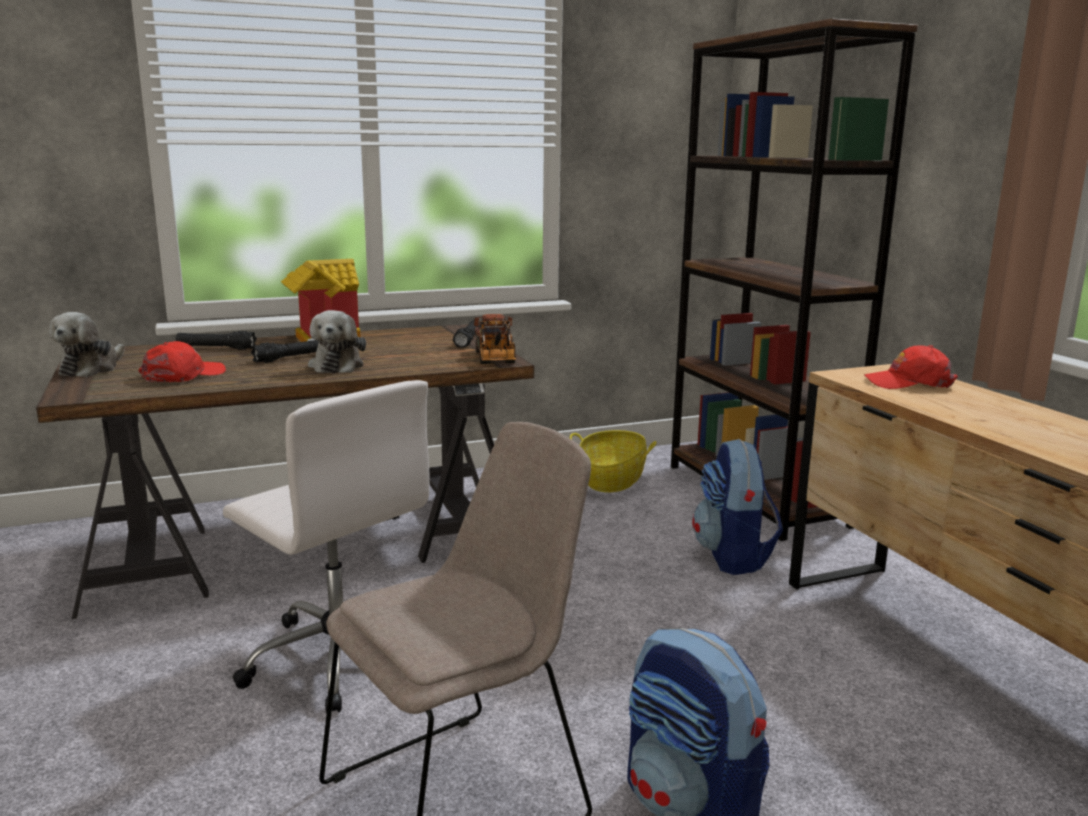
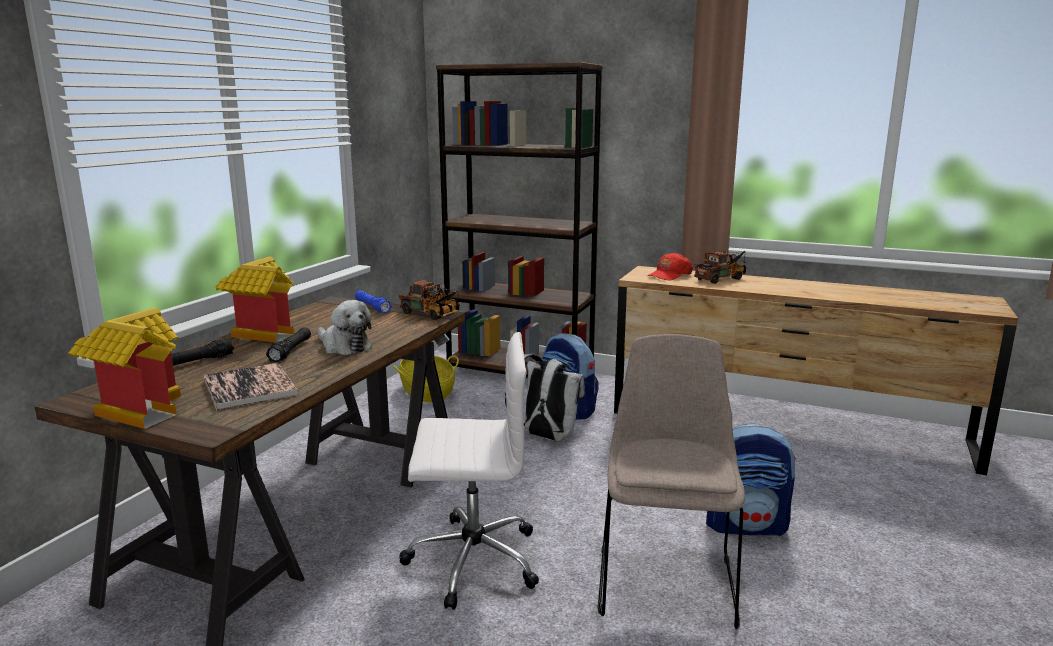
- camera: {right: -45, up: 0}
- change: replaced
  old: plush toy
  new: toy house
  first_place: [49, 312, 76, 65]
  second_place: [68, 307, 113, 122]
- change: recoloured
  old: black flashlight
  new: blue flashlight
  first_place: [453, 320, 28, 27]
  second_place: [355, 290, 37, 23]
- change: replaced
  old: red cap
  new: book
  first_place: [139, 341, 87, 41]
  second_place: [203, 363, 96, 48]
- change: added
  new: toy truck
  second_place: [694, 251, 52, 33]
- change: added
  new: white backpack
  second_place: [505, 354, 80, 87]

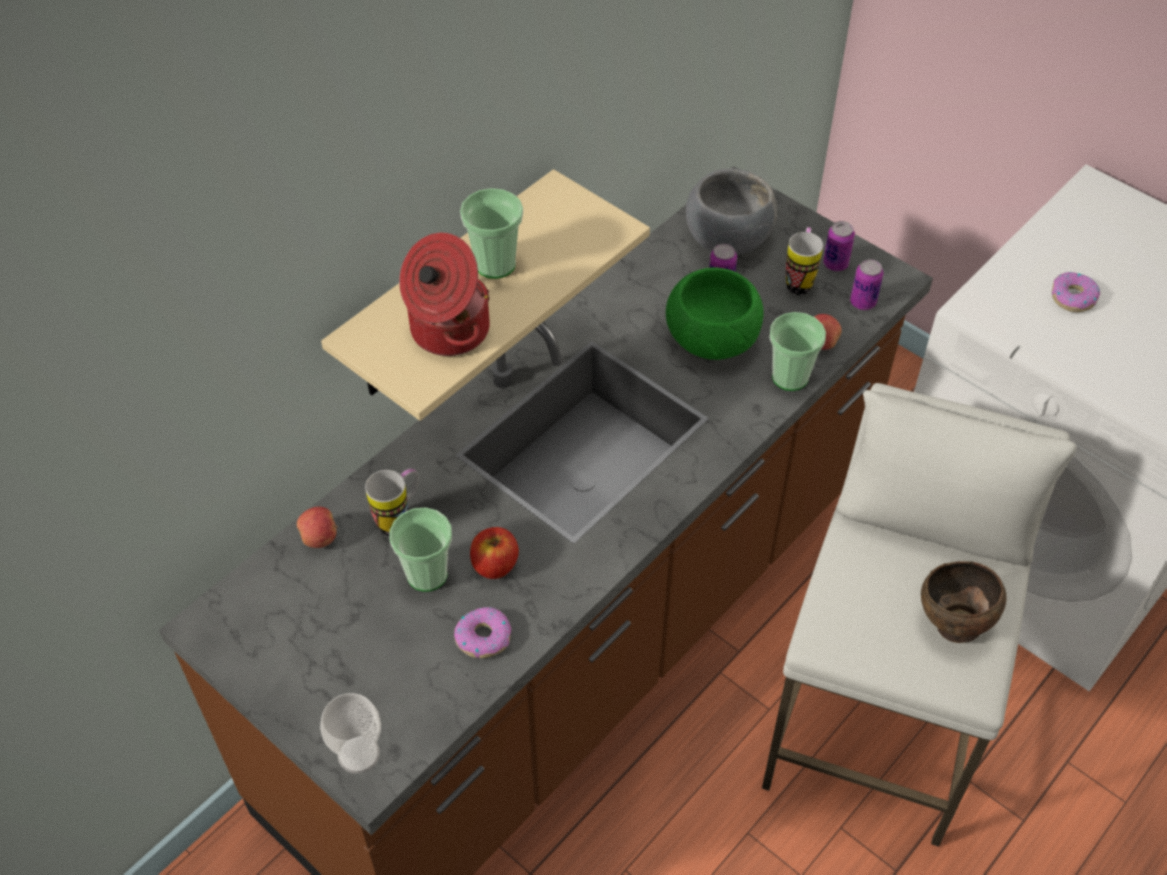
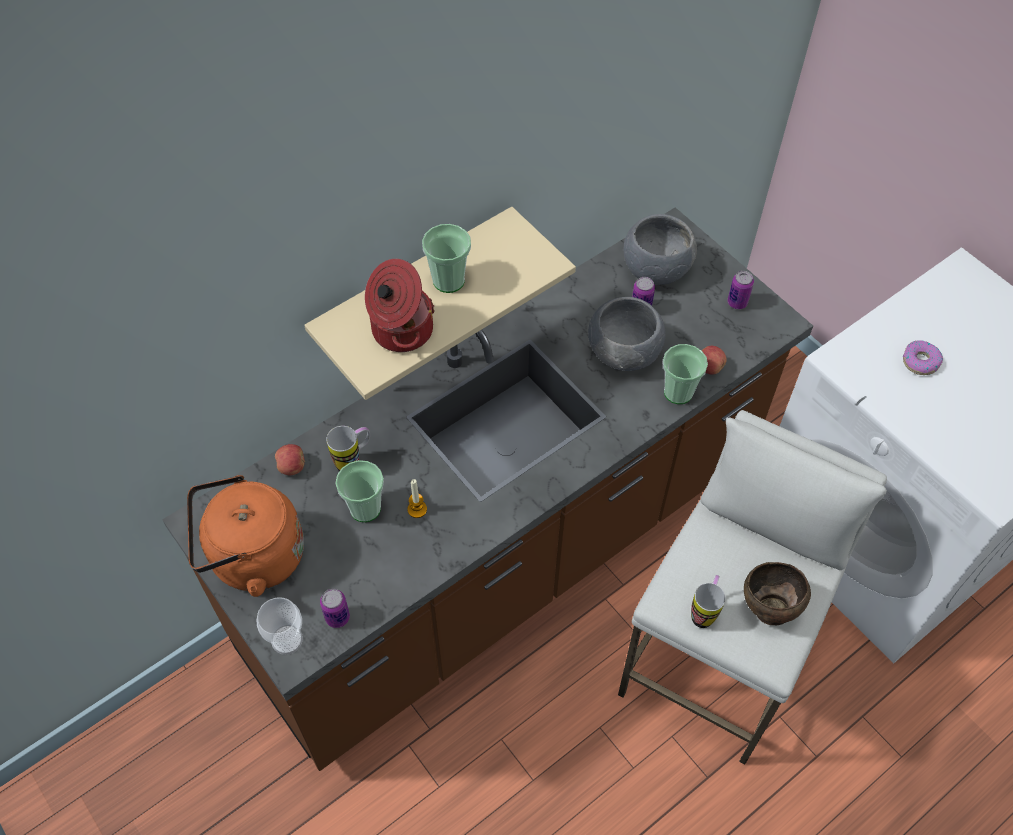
- camera: {right: 10, up: 5}
- change: moved
  old: mug
  first_place: [786, 227, 37, 68]
  second_place: [691, 575, 35, 53]
- change: moved
  old: can
  first_place: [850, 259, 33, 51]
  second_place: [320, 589, 30, 39]
- change: recoloured
  old: green bowl
  new: grey bowl
  first_place: [666, 267, 98, 93]
  second_place: [588, 297, 78, 74]
- change: replaced
  old: apple
  new: candle
  first_place: [470, 527, 49, 52]
  second_place: [407, 479, 20, 39]
- change: removed
  old: donut
  first_place: [454, 607, 57, 51]
- change: added
  new: orange kettle
  second_place: [187, 475, 117, 122]

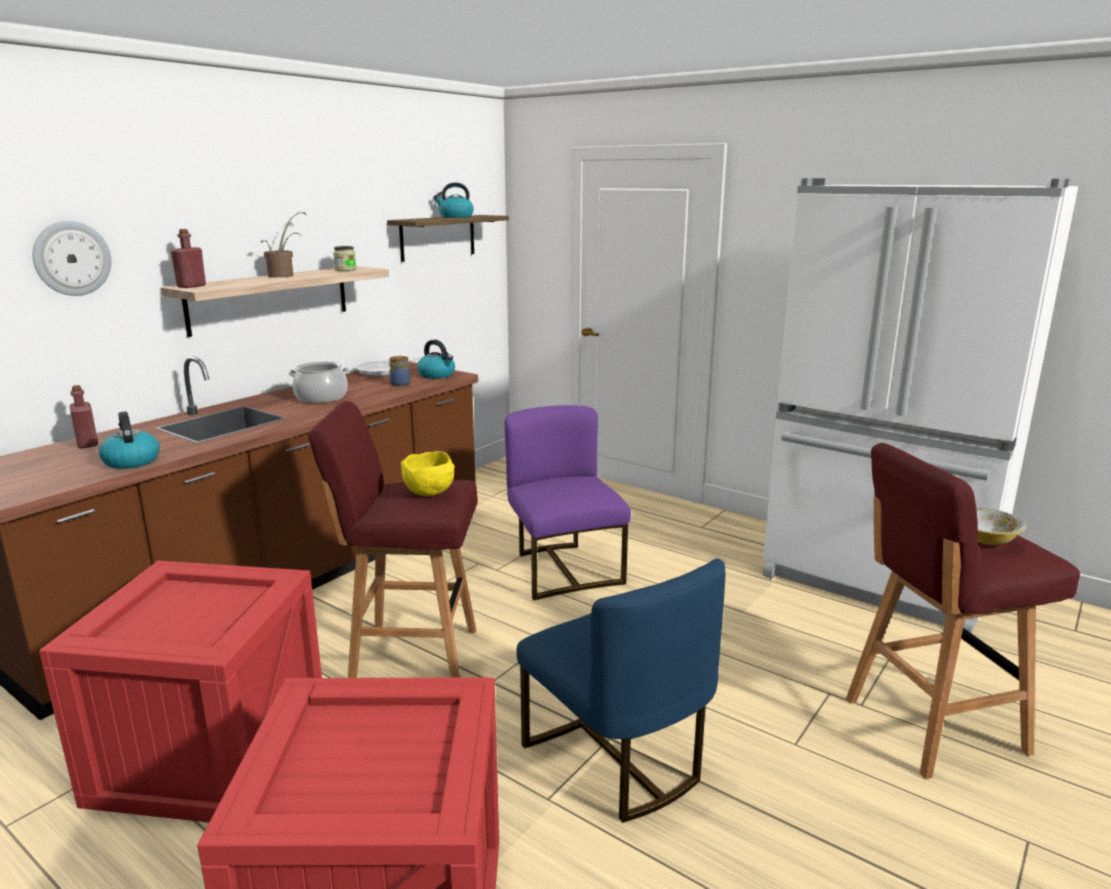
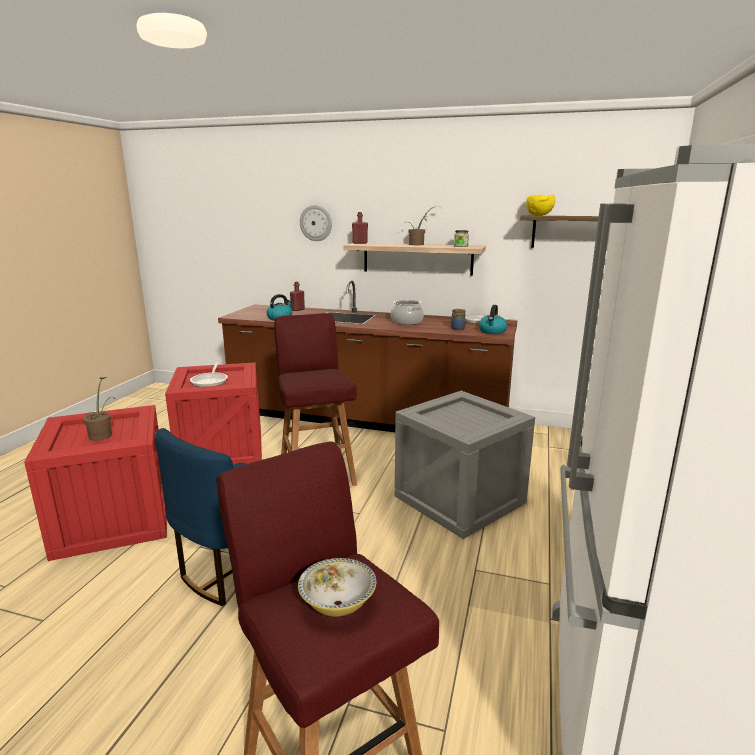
- camera: {right: 70, up: 0}
- change: removed
  old: kettle
  first_place: [433, 183, 41, 35]
- change: replaced
  old: purple chair
  new: crate
  first_place: [505, 405, 126, 196]
  second_place: [395, 391, 140, 148]
- change: moved
  old: yellow bowl
  first_place: [401, 451, 54, 45]
  second_place: [526, 195, 29, 21]
- change: added
  new: frying pan
  second_place: [190, 362, 38, 25]
- change: added
  new: potted plant
  second_place: [84, 377, 32, 64]

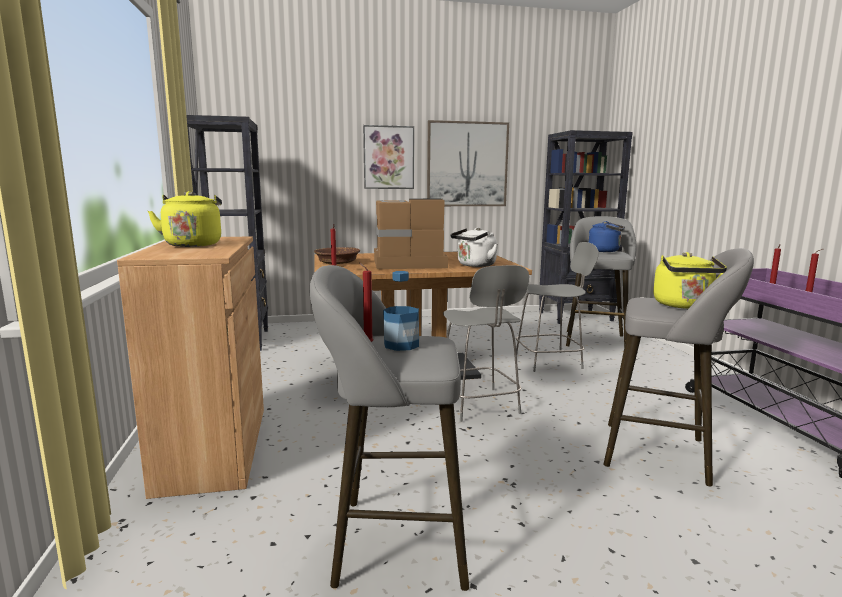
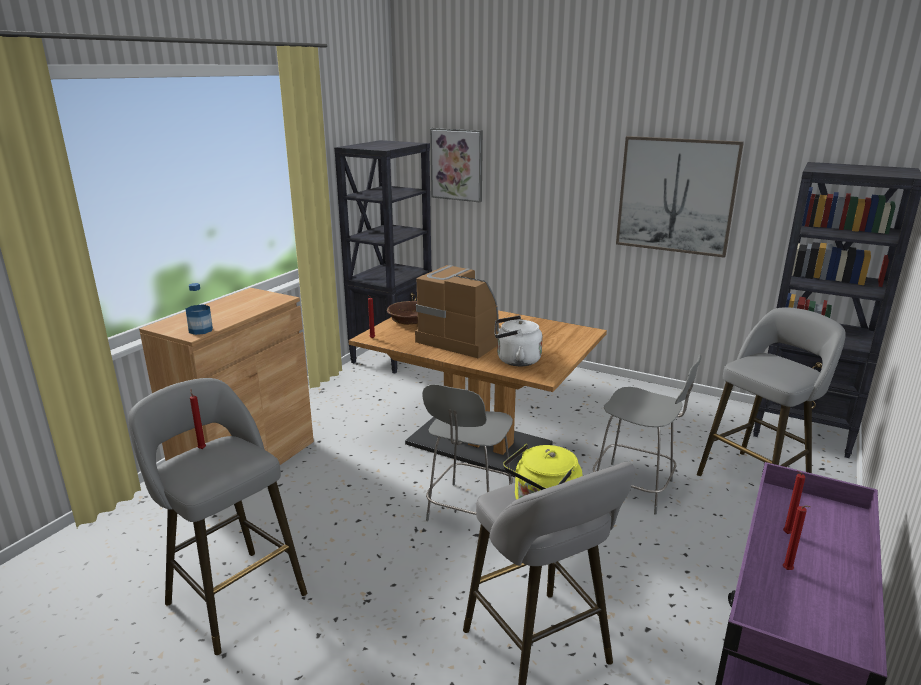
- camera: {right: 40, up: 10}
- change: moved
  old: picture
  first_place: [363, 125, 51, 64]
  second_place: [430, 128, 53, 74]
- change: removed
  old: yellow kettle
  first_place: [148, 191, 74, 56]
- change: removed
  old: blue kettle
  first_place: [588, 221, 37, 31]
- change: moved
  old: bottle
  first_place: [383, 271, 36, 80]
  second_place: [185, 283, 28, 52]

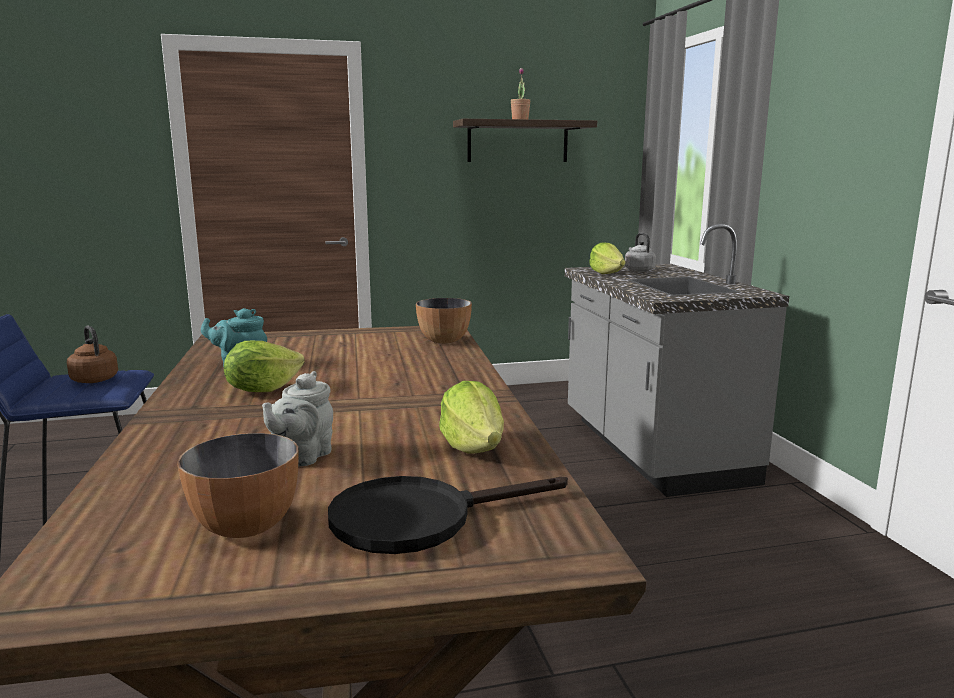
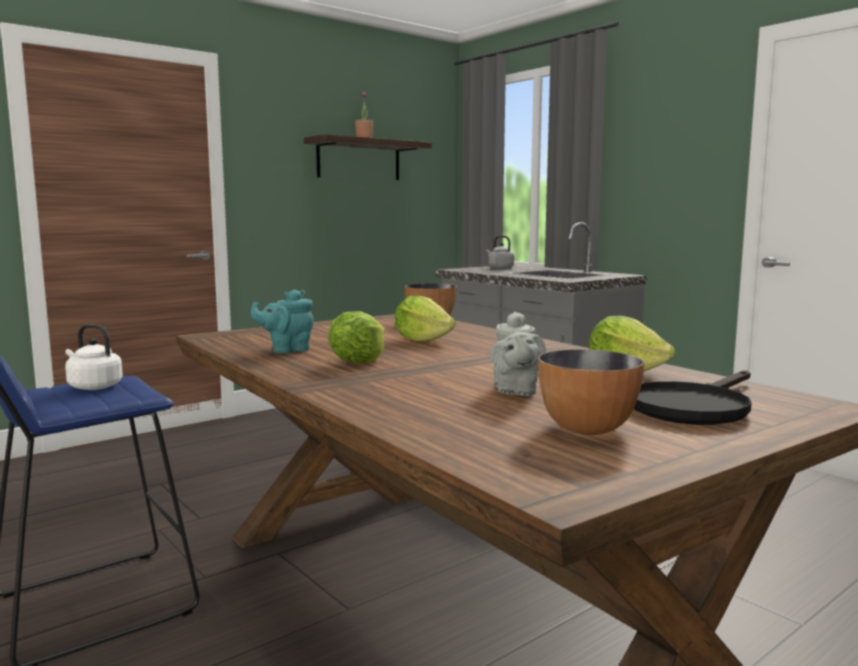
- camera: {right: -25, up: -5}
- change: moved
  old: lettuce
  first_place: [589, 242, 37, 32]
  second_place: [395, 296, 61, 46]
- change: recoloured
  old: brown kettle
  new: white kettle
  first_place: [67, 326, 51, 57]
  second_place: [65, 324, 58, 66]

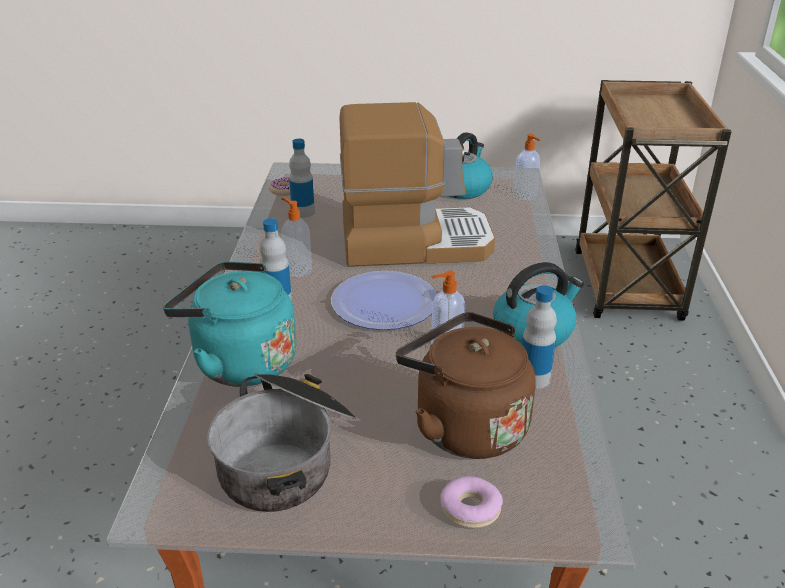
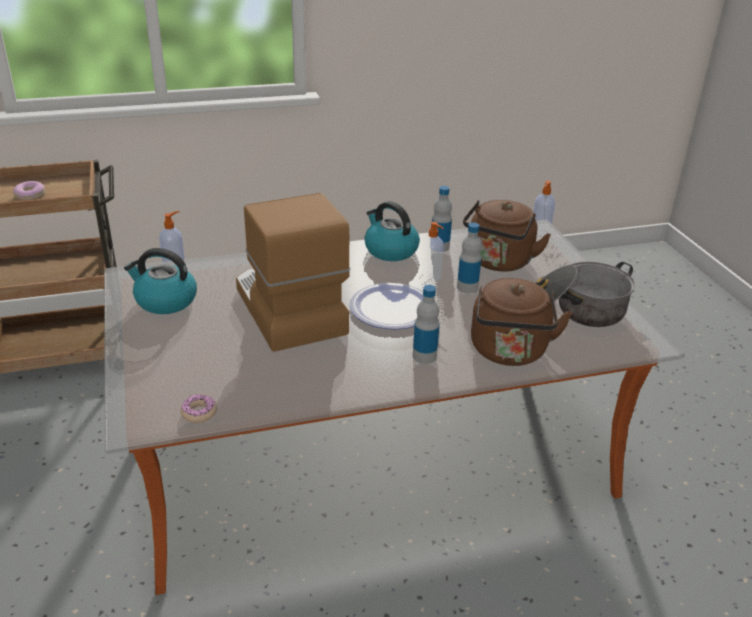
- camera: {right: -110, up: 0}
- change: moved
  old: bottle
  first_place: [289, 139, 26, 79]
  second_place: [457, 222, 25, 71]
- change: moved
  old: soap dispenser
  first_place: [281, 198, 31, 79]
  second_place: [533, 181, 22, 55]
- change: recoloured
  old: turquoise kettle
  new: brown kettle
  first_place: [163, 262, 133, 125]
  second_place: [471, 278, 101, 88]
- change: moved
  old: donut
  first_place: [440, 476, 63, 52]
  second_place: [13, 181, 32, 19]

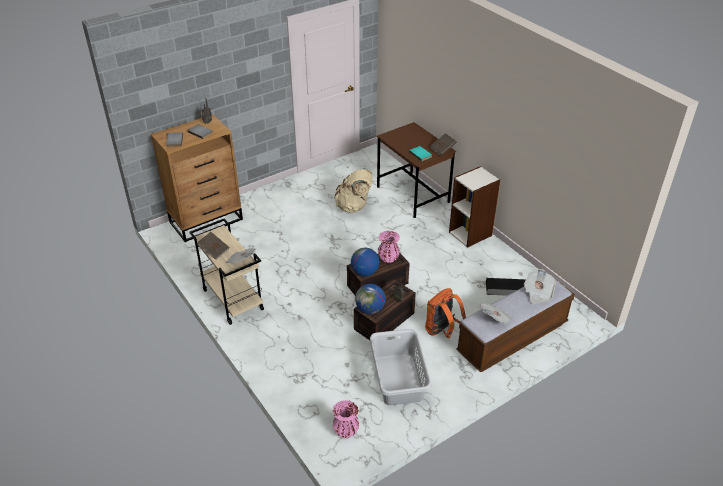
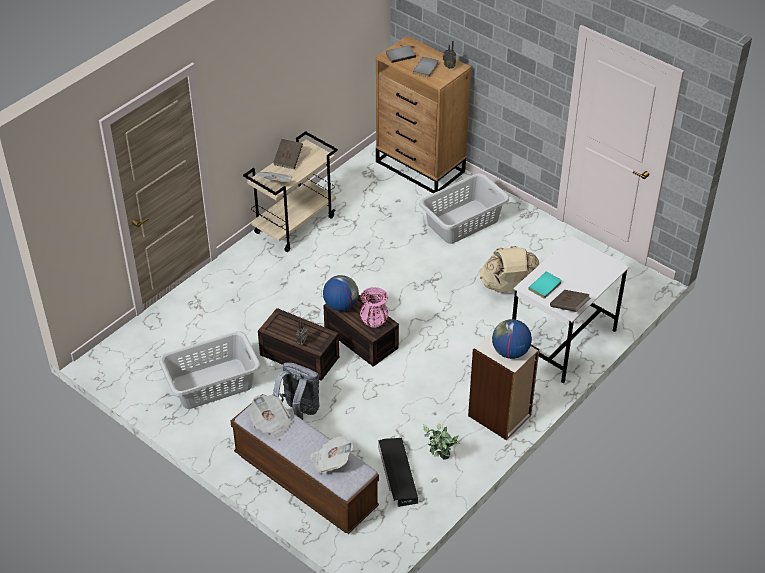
- camera: {right: 75, up: 5}
- change: recoloured
  old: brown desk
  new: white desk
  first_place: [377, 122, 79, 96]
  second_place: [512, 236, 117, 147]
- change: moved
  old: globe
  first_place: [355, 284, 31, 30]
  second_place: [492, 319, 40, 40]
- change: recoloured
  old: orange backpack
  new: grey backpack
  first_place: [425, 288, 41, 50]
  second_place: [273, 363, 46, 57]
- change: removed
  old: pink vase
  first_place: [333, 400, 26, 38]
- change: added
  new: grey laundry basket
  second_place: [419, 173, 90, 71]
- change: added
  new: potted plant
  second_place: [423, 424, 37, 35]

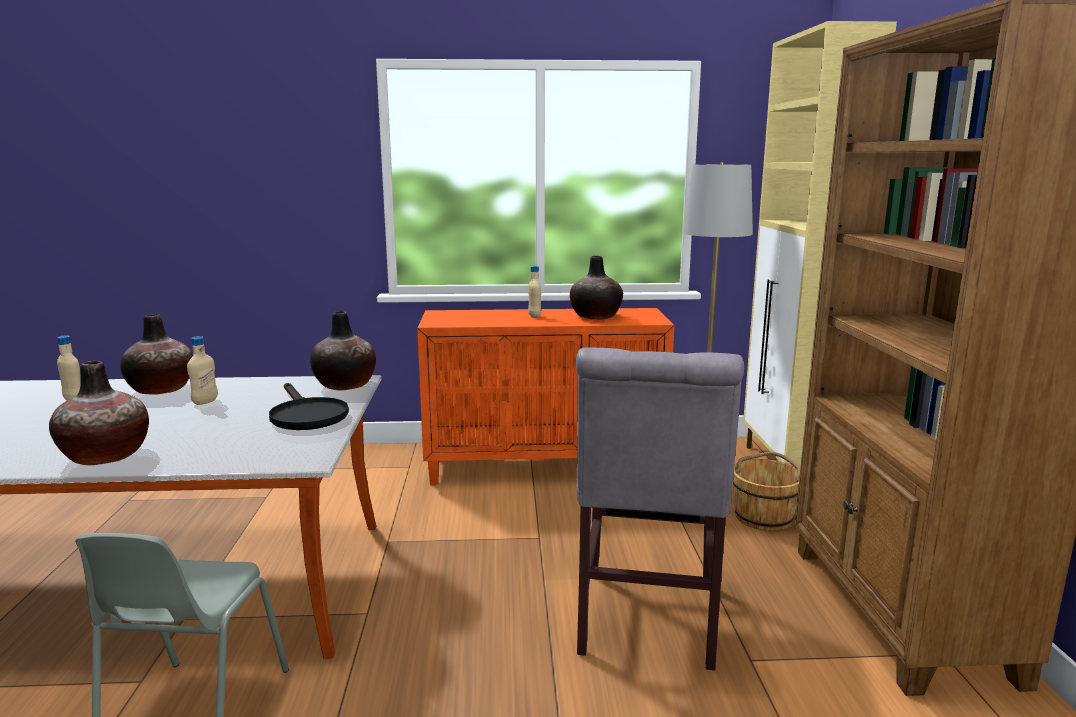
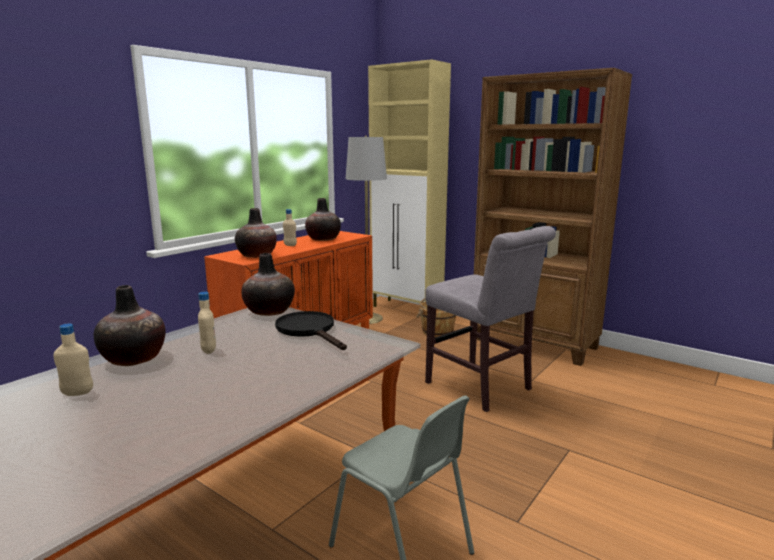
- camera: {right: -50, up: 0}
- change: moved
  old: vase
  first_place: [49, 361, 100, 104]
  second_place: [235, 208, 42, 50]
- change: turned
  old: black frying pan
  first_place: [269, 383, 80, 47]
  second_place: [275, 311, 72, 39]
  degrees: -135

